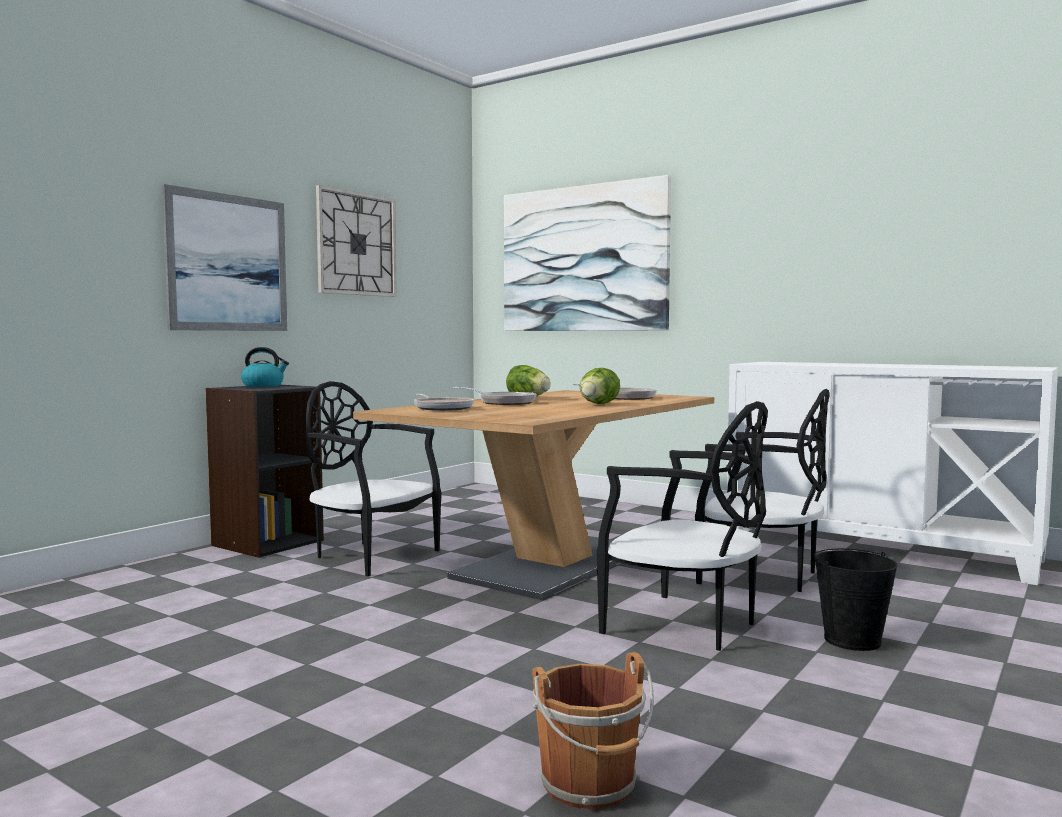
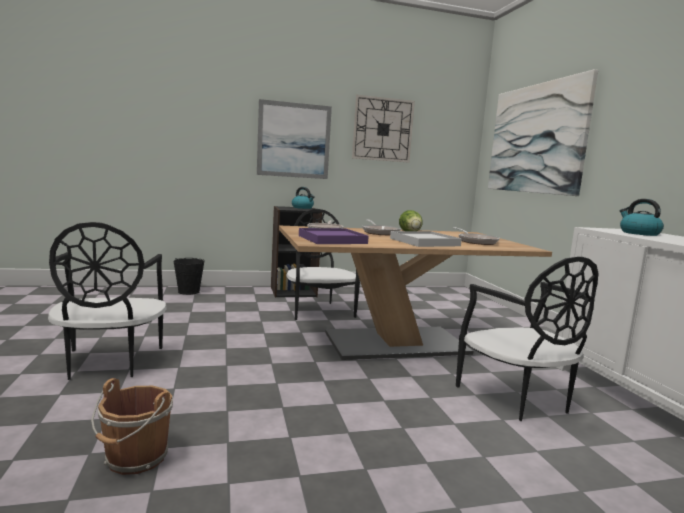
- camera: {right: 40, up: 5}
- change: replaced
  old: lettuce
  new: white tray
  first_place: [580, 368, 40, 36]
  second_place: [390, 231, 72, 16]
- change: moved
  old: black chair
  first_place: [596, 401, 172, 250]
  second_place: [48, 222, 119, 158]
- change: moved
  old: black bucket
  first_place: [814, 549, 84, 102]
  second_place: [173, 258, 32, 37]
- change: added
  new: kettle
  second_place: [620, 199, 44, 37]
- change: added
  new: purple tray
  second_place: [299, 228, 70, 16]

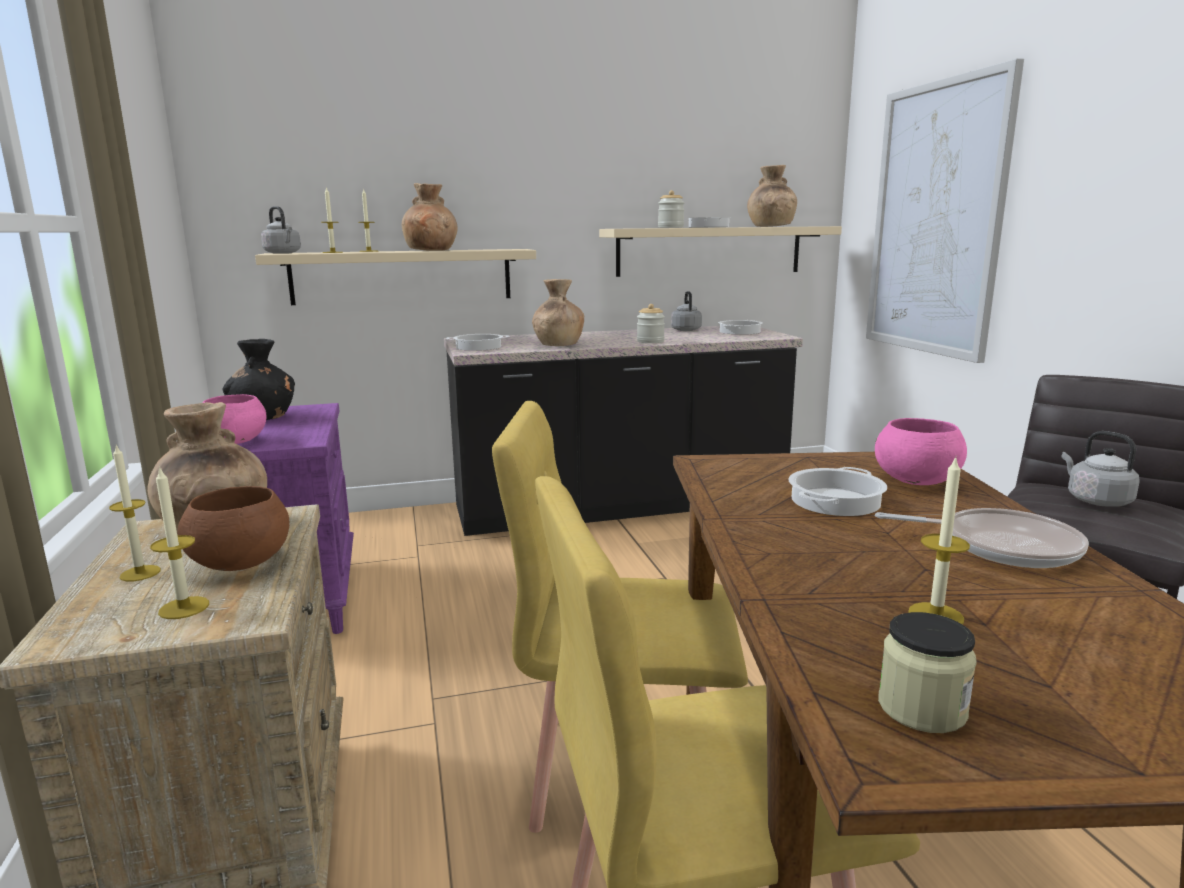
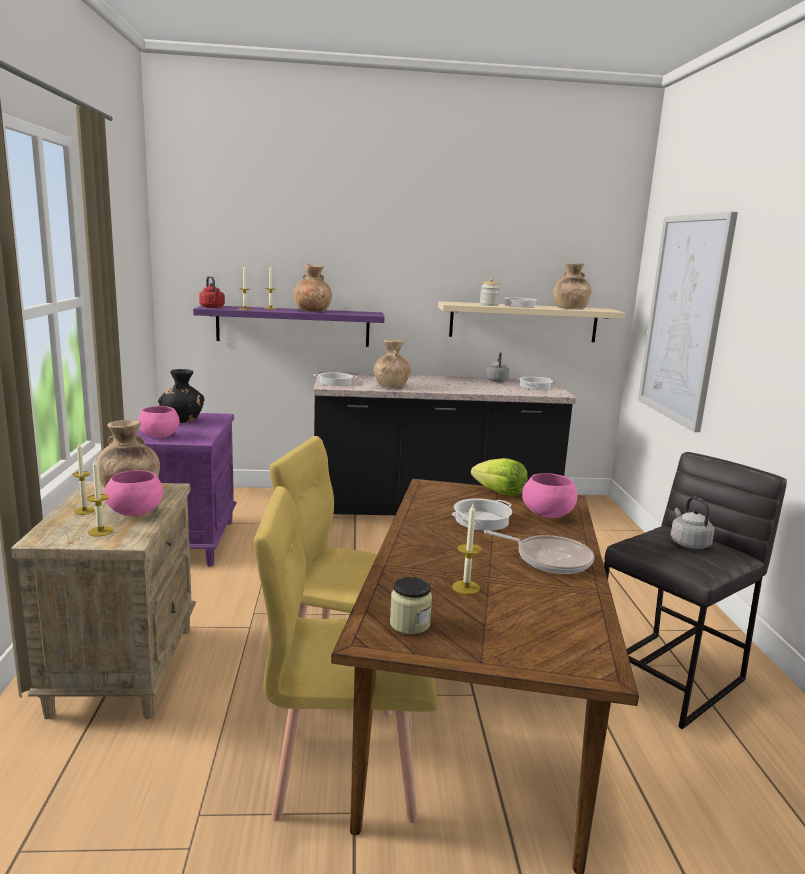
- camera: {right: 10, up: 0}
- change: recoloured
  old: grey kettle
  new: red kettle
  first_place: [261, 206, 40, 48]
  second_place: [199, 276, 26, 32]
- change: recoloured
  old: beige shelf
  new: purple shelf
  first_place: [255, 249, 281, 56]
  second_place: [193, 305, 192, 42]
- change: removed
  old: jar
  first_place: [637, 304, 28, 39]
- change: recoloured
  old: brown bowl
  new: pink bowl
  first_place: [178, 486, 111, 85]
  second_place: [104, 470, 59, 46]
- change: added
  new: lettuce
  second_place: [471, 458, 57, 38]

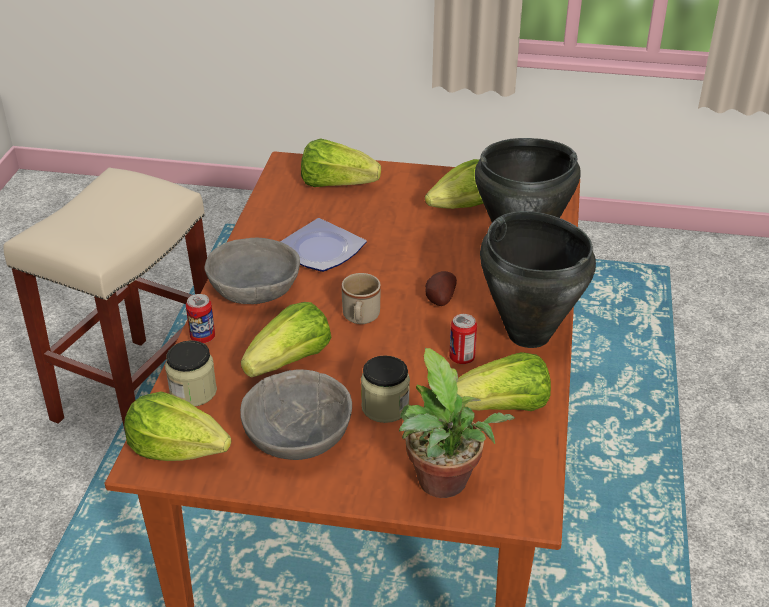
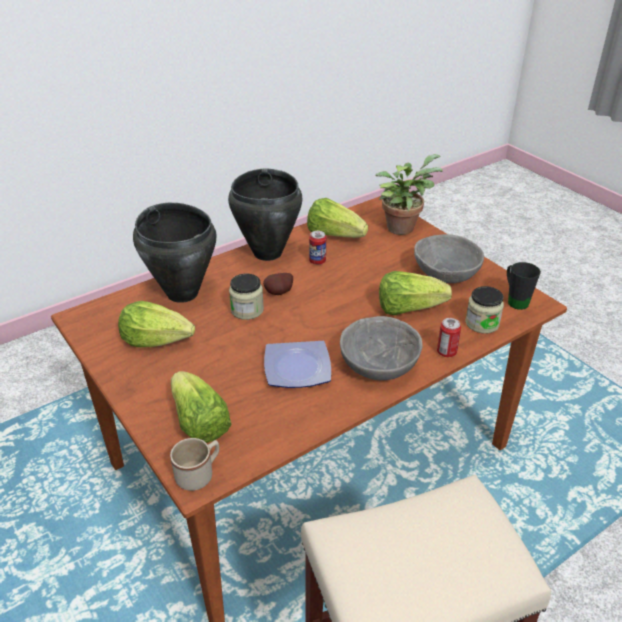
- camera: {right: -135, up: 0}
- change: moved
  old: beige mug
  first_place: [342, 273, 39, 51]
  second_place: [170, 438, 49, 53]
- change: moved
  old: jar
  first_place: [361, 356, 49, 67]
  second_place: [229, 274, 35, 46]
- change: replaced
  old: lettuce
  new: black mug
  first_place: [124, 391, 107, 70]
  second_place: [507, 262, 34, 48]

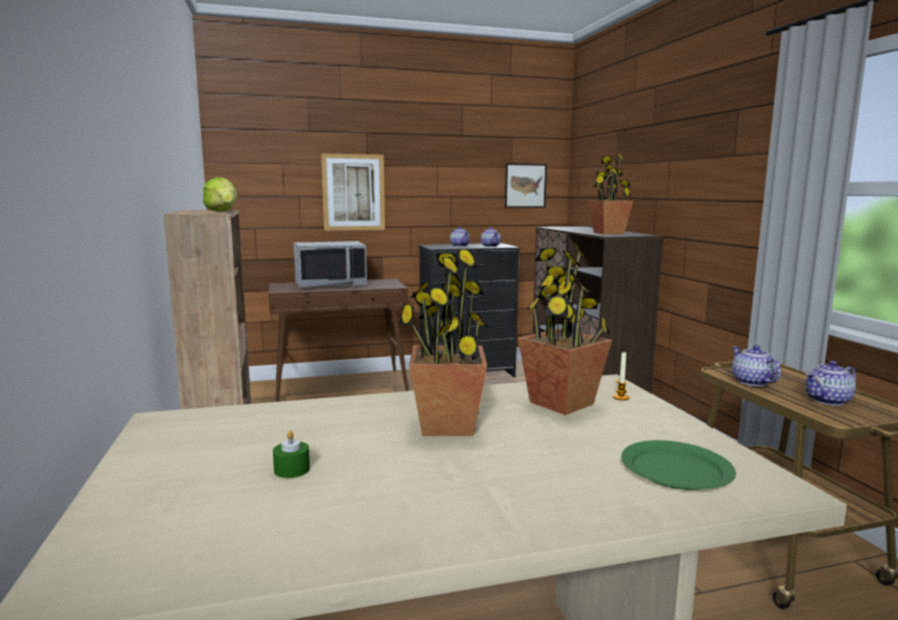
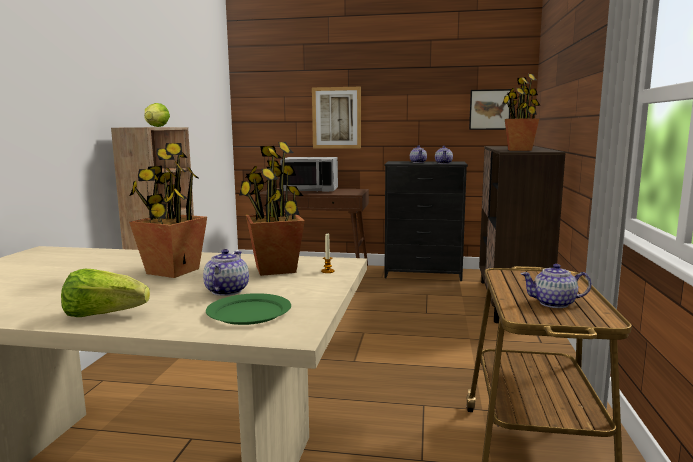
- camera: {right: 25, up: 0}
- change: moved
  old: teapot
  first_place: [732, 345, 49, 41]
  second_place: [203, 249, 46, 47]
- change: removed
  old: green candle
  first_place: [273, 430, 37, 48]
- change: added
  new: lettuce
  second_place: [61, 269, 89, 48]

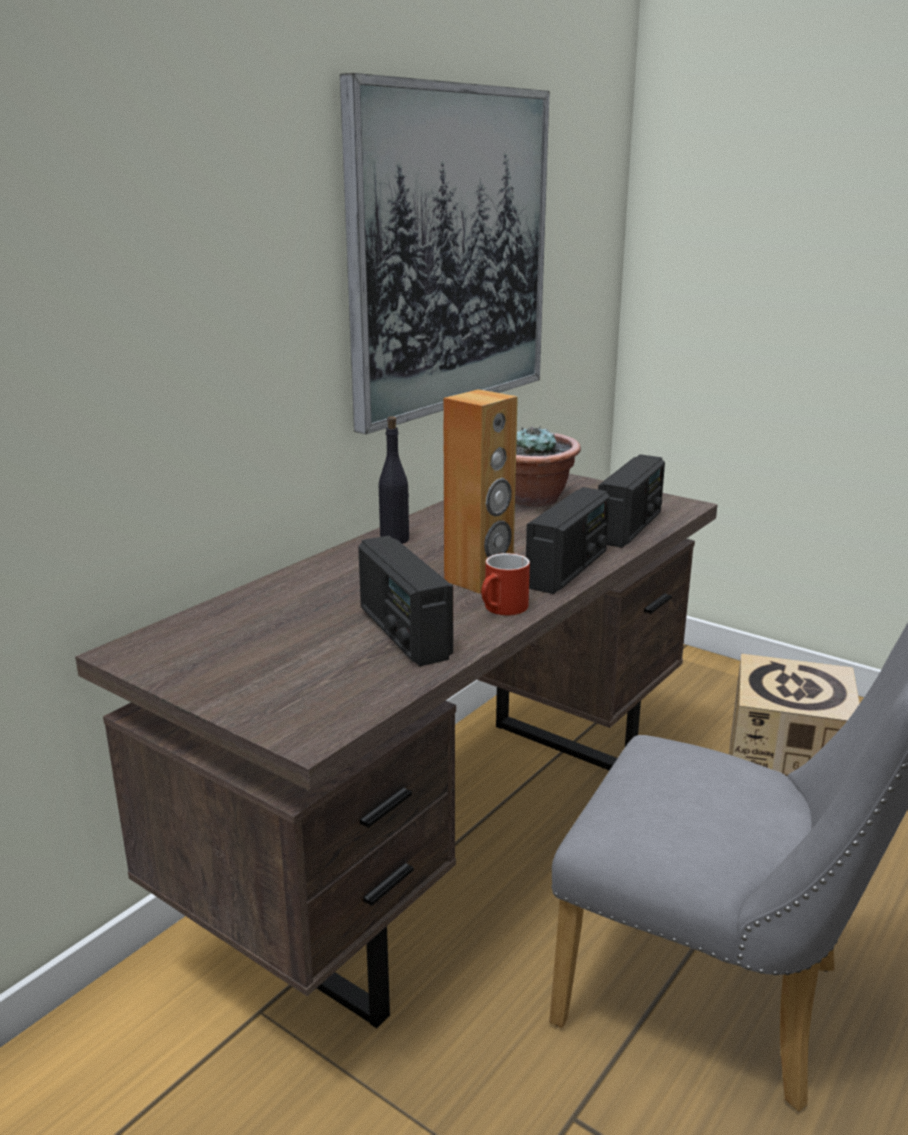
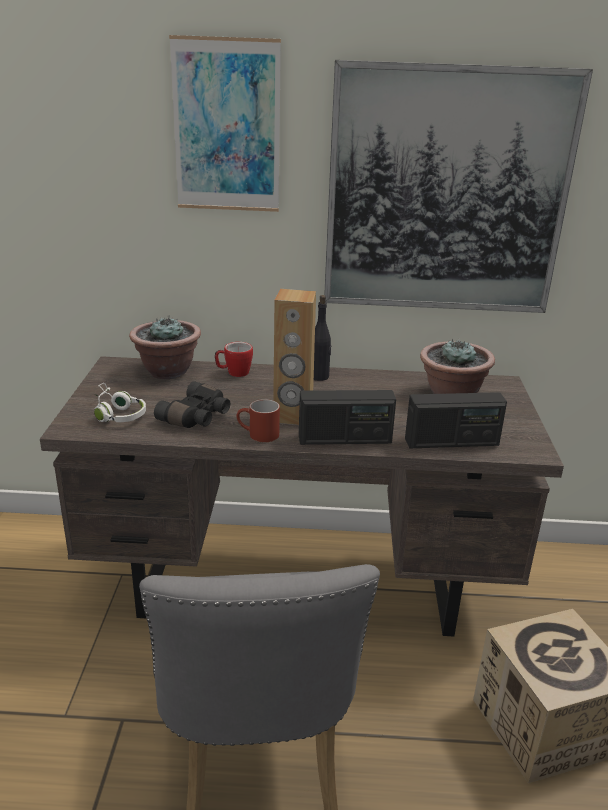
- camera: {right: 55, up: 5}
- change: replaced
  old: radio
  new: black binoculars
  first_place: [358, 536, 95, 130]
  second_place: [154, 381, 76, 47]
- change: added
  new: picture
  second_place: [169, 35, 112, 177]
- change: added
  new: potted plant
  second_place: [129, 316, 72, 63]
- change: added
  new: mug
  second_place: [215, 342, 38, 35]
- change: added
  new: white headphones
  second_place: [94, 383, 52, 39]

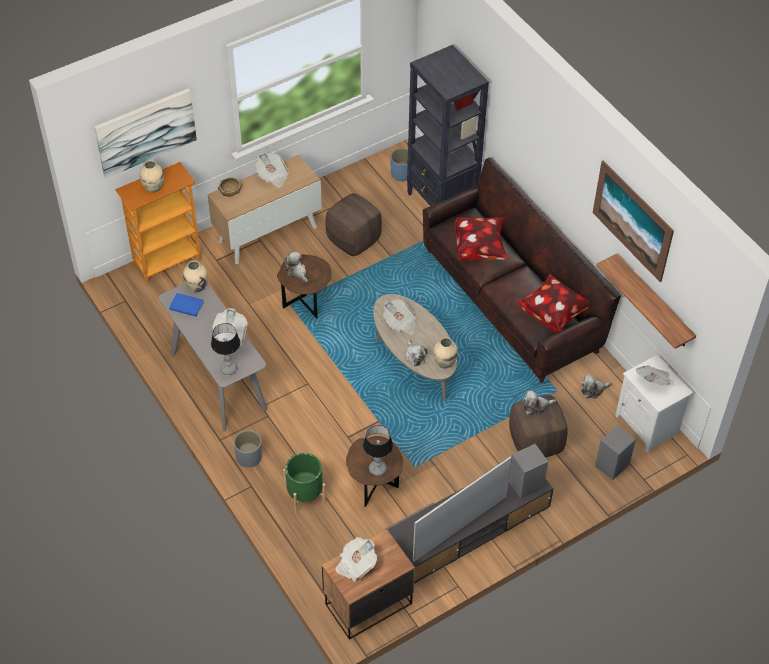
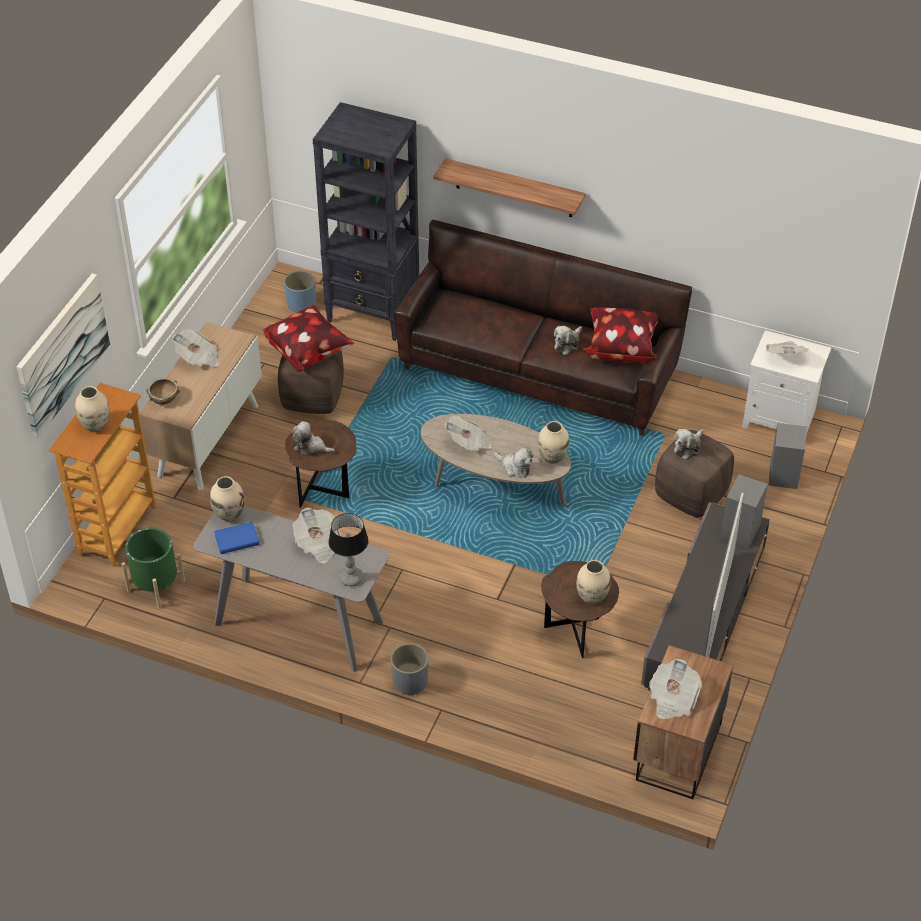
- camera: {right: -35, up: -5}
- change: removed
  old: picture
  first_place: [593, 160, 81, 122]
- change: moved
  old: pillow
  first_place: [455, 217, 53, 43]
  second_place: [264, 305, 90, 67]
- change: moved
  old: shelf
  first_place: [596, 253, 100, 96]
  second_place: [433, 158, 153, 59]
- change: moved
  old: plush toy
  first_place: [581, 375, 31, 24]
  second_place: [554, 326, 28, 29]
- change: replaced
  old: table lamp
  new: beige vase
  first_place: [363, 425, 30, 51]
  second_place: [576, 560, 35, 44]
- change: moved
  old: green planter
  first_place: [283, 453, 43, 60]
  second_place: [122, 528, 63, 80]

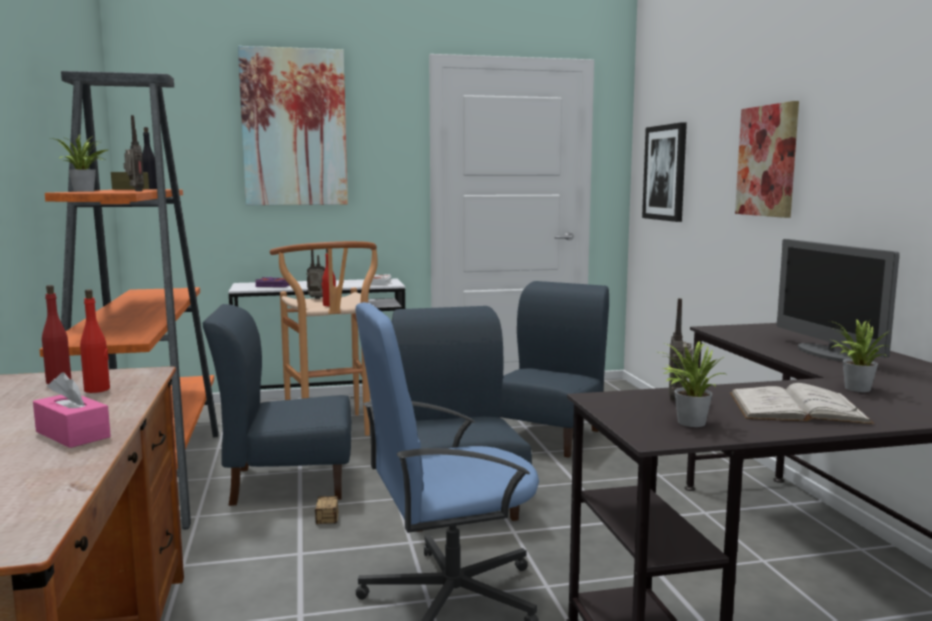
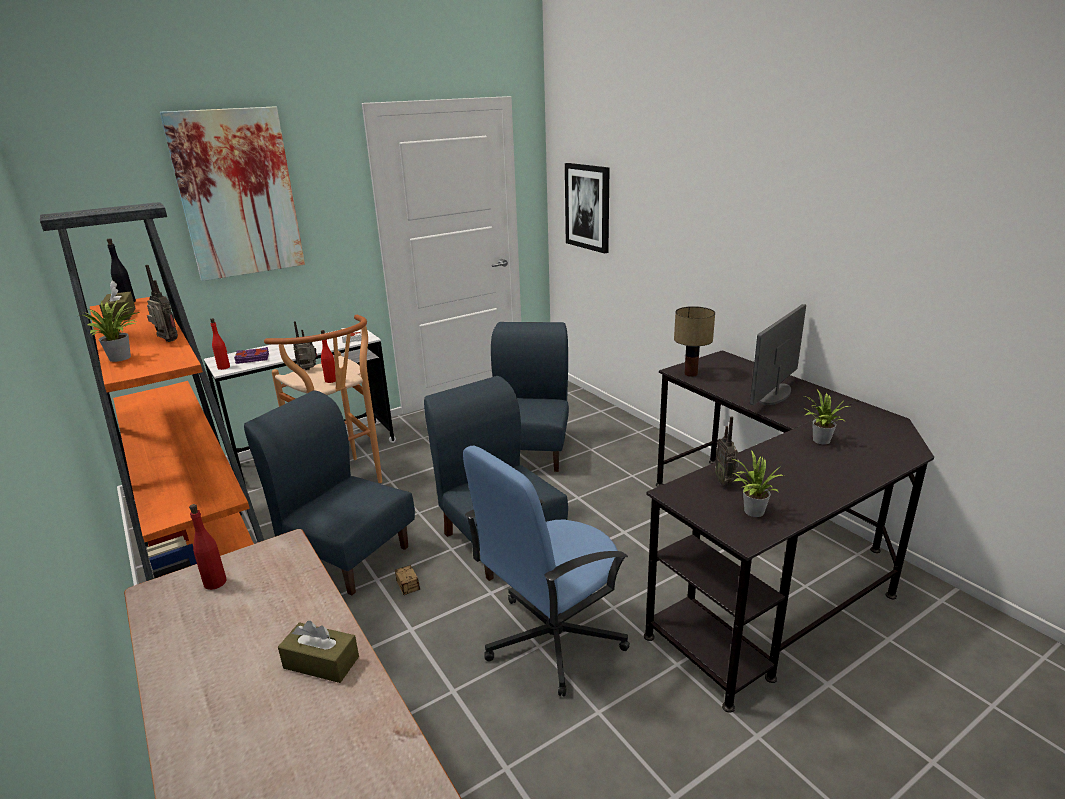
- camera: {right: -20, up: 15}
- change: removed
  old: picture
  first_place: [735, 101, 64, 117]
- change: turned
  old: monitor
  first_place: [777, 239, 123, 123]
  second_place: [750, 304, 56, 101]
  degrees: 75
- change: moved
  old: red bottle
  first_place: [80, 289, 30, 104]
  second_place: [210, 318, 20, 52]
- change: turned
  old: blue chair
  first_place: [203, 304, 149, 202]
  second_place: [244, 390, 171, 205]
  degrees: 60
- change: recoloured
  old: pink tissue box
  new: brown tissue box
  first_place: [33, 372, 78, 76]
  second_place: [278, 621, 81, 62]
- change: removed
  old: white book
  first_place: [730, 383, 145, 41]
- change: added
  new: table lamp
  second_place: [674, 306, 41, 71]

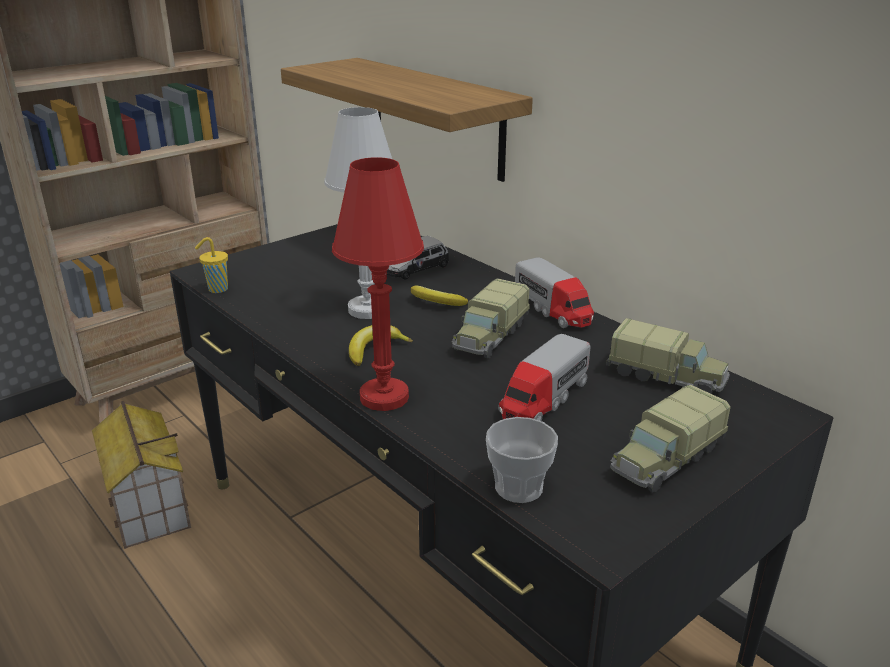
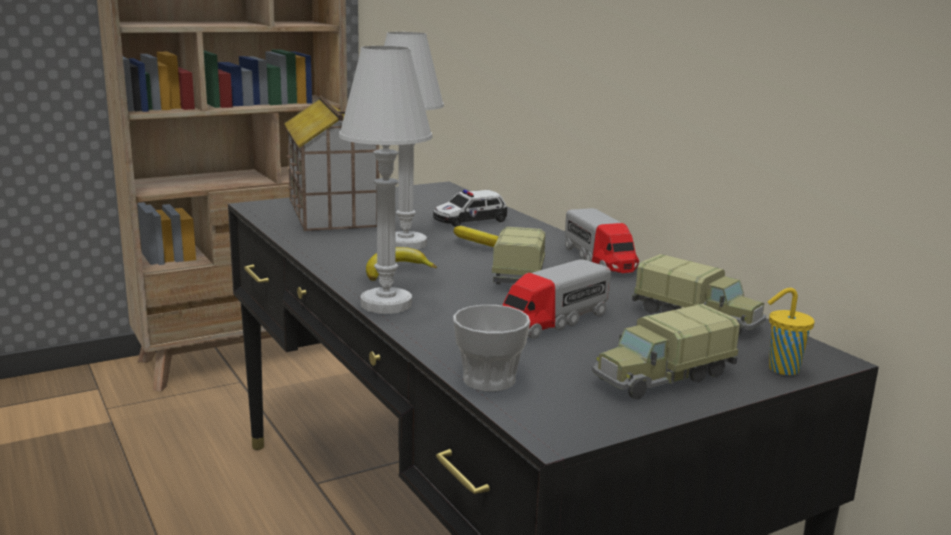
- camera: {right: 10, up: -10}
- change: removed
  old: shelf
  first_place: [281, 58, 252, 124]
- change: recoloured
  old: red table lamp
  new: white table lamp
  first_place: [332, 157, 92, 254]
  second_place: [339, 46, 94, 268]
- change: moved
  old: yellow cup
  first_place: [195, 237, 33, 56]
  second_place: [768, 288, 47, 87]
- change: turned
  old: toy truck
  first_place: [452, 278, 78, 81]
  second_place: [492, 227, 53, 57]
  degrees: 150
- change: moved
  old: toy house
  first_place: [92, 401, 99, 148]
  second_place: [284, 96, 95, 135]

